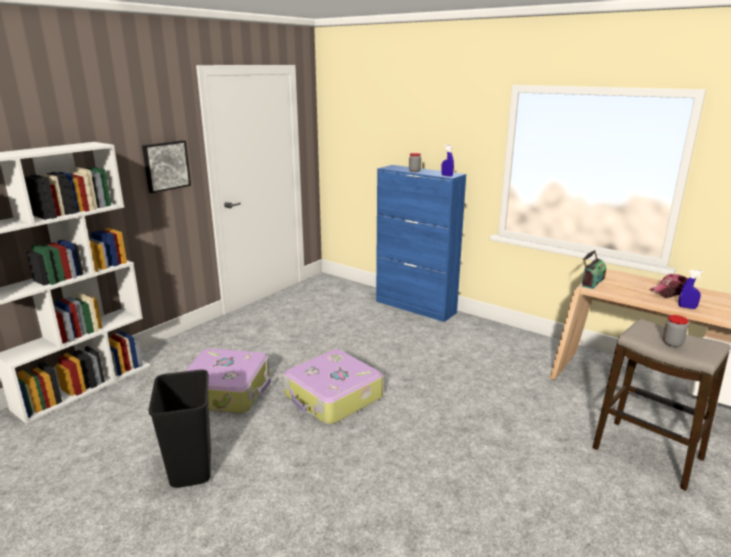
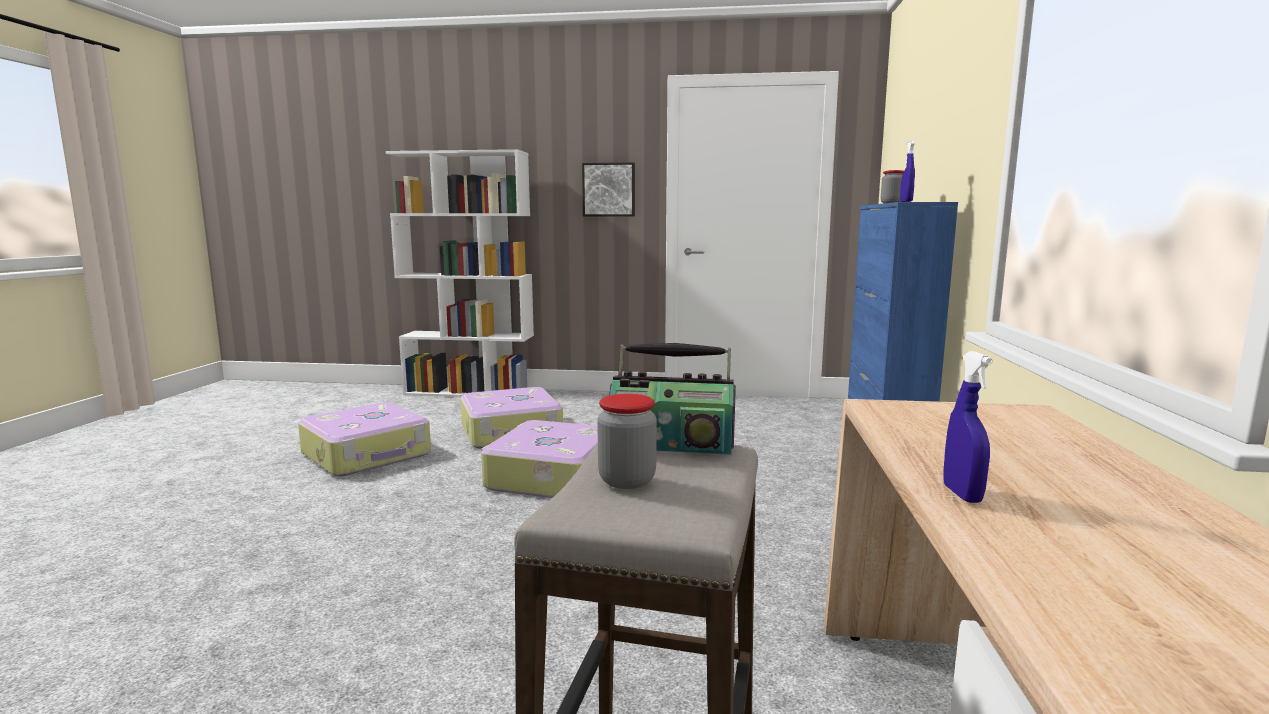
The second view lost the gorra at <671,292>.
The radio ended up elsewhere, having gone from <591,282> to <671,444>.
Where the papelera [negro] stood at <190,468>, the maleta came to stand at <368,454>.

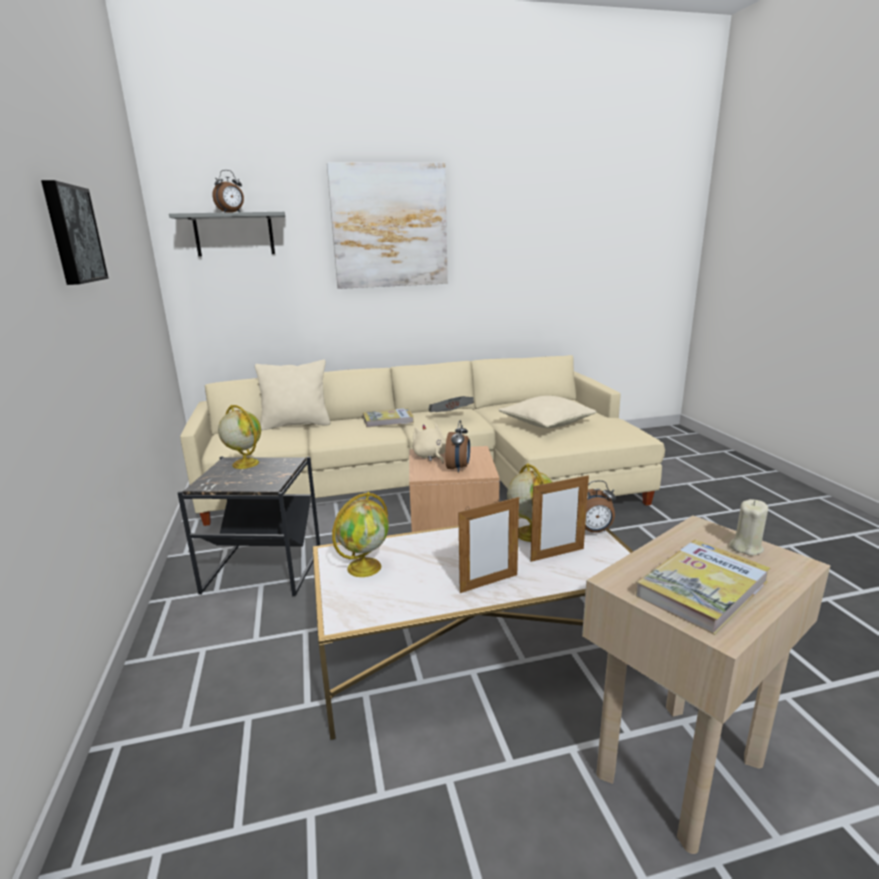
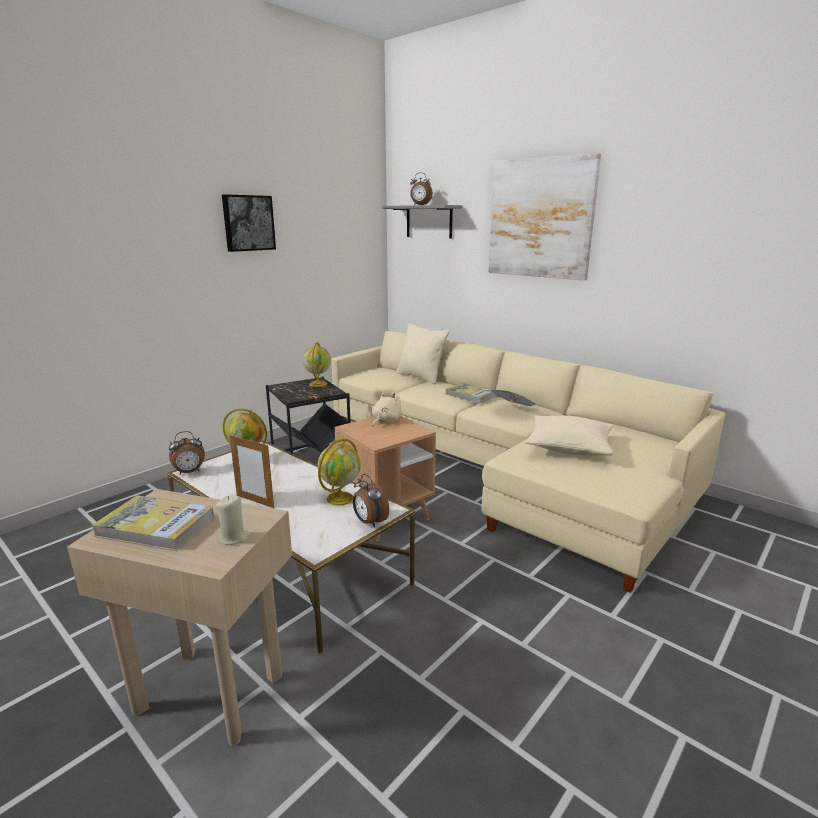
The second view lost the portarretratos at <557,554>.
The despertador ended up elsewhere, having gone from <458,468> to <189,472>.

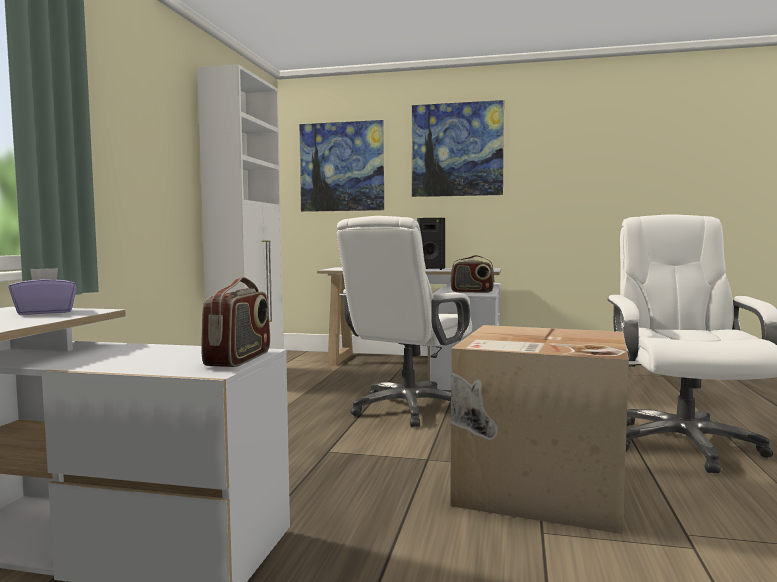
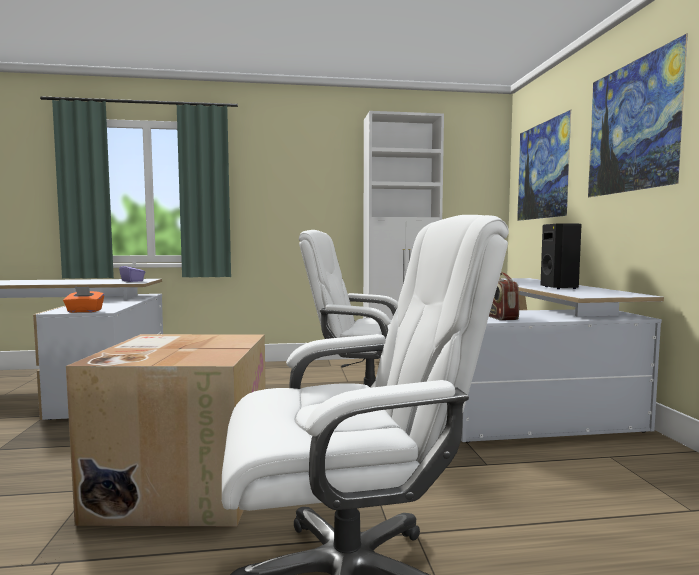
Where the radio stood at <239,359>, the caja de pañuelos [naranja] came to stand at <84,311>.

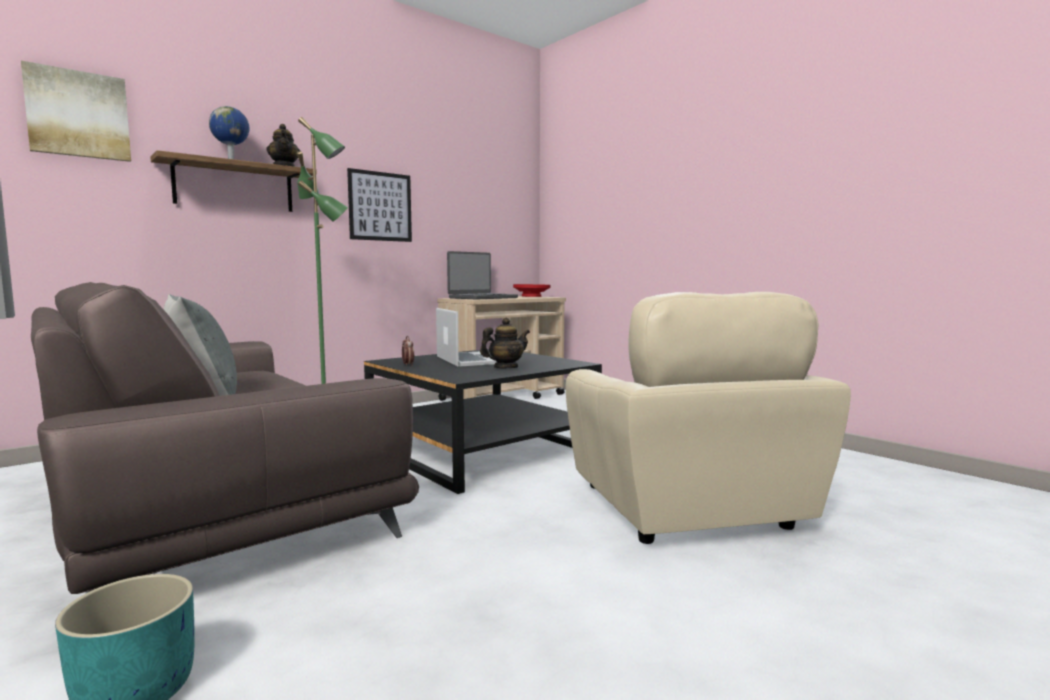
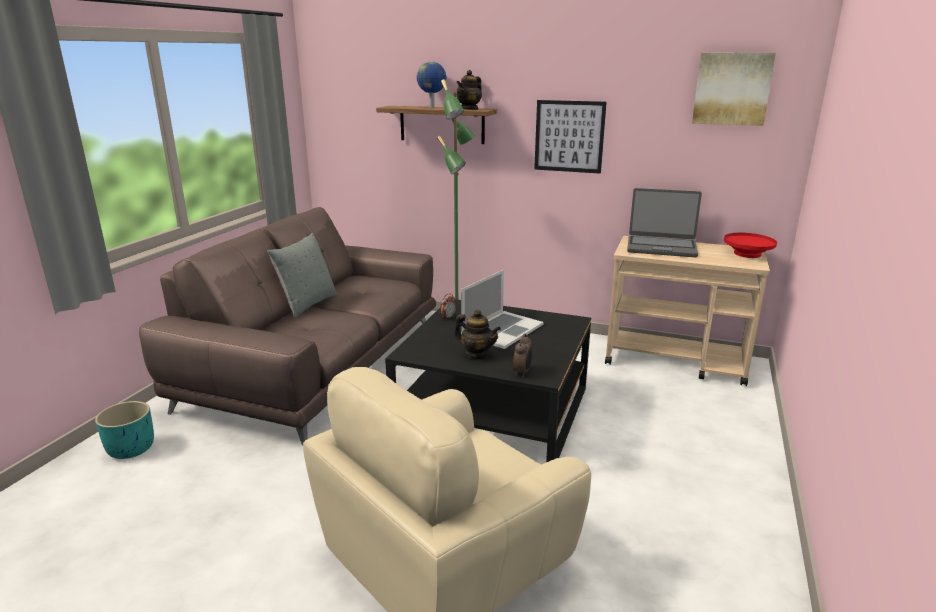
The second view gained the despertador at <522,372>.
The cuadro ended up elsewhere, having gone from <78,114> to <732,89>.

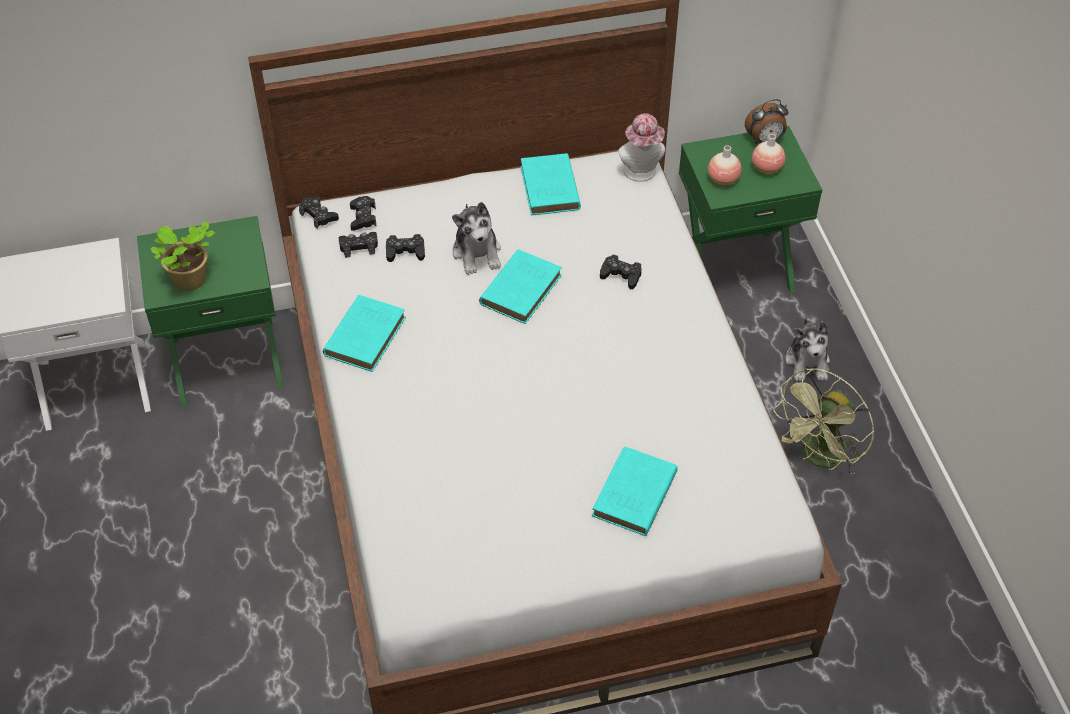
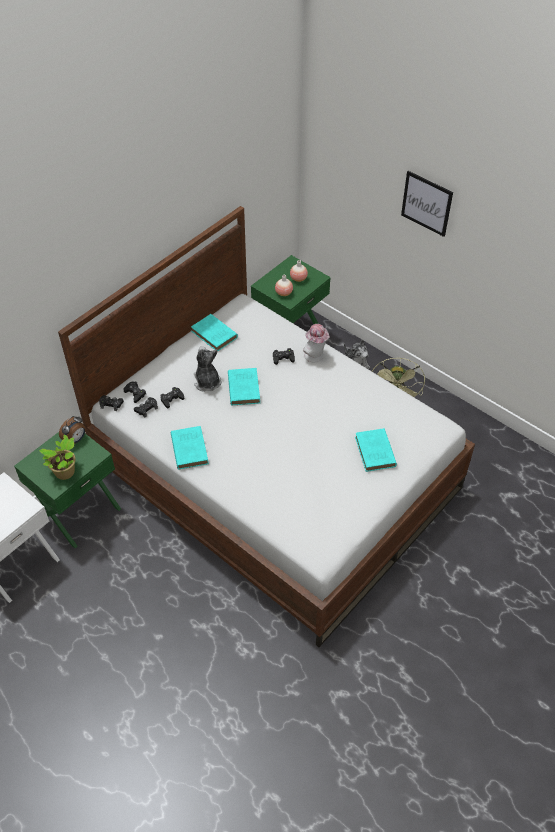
The second view gained the cuadro at <426,203>.
The sombrero ended up elsewhere, having gone from <641,173> to <315,356>.
The despertador ended up elsewhere, having gone from <765,140> to <75,439>.
The peluche at <477,252> ended up facing another way, 150 degrees counterclockwise from before.

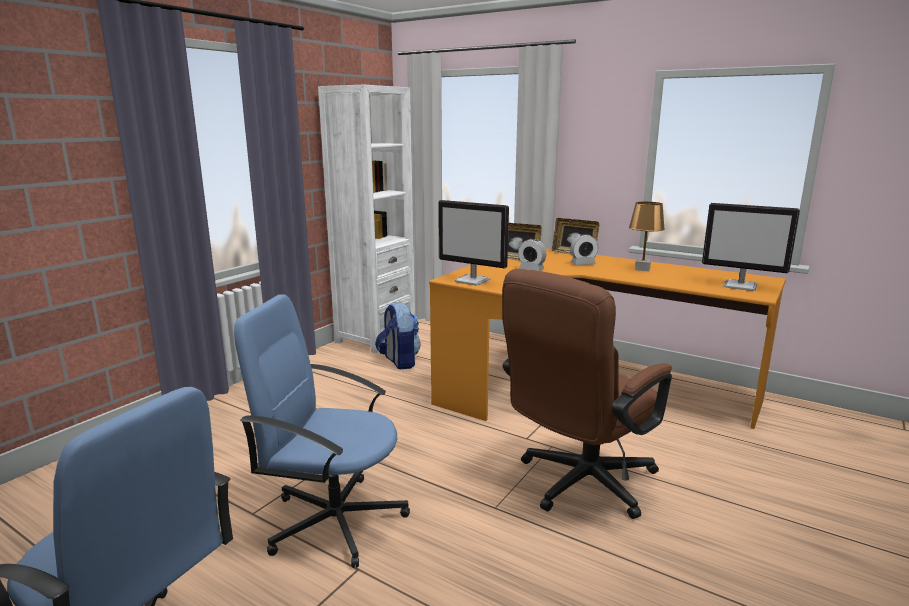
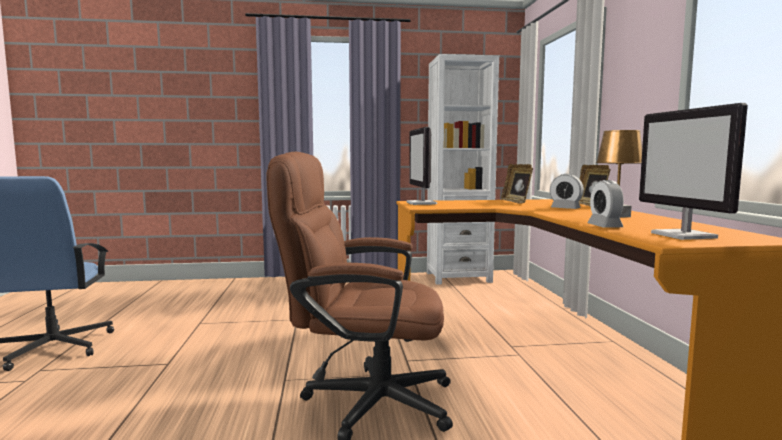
The second view lost the silla de oficina [azul] at <334,520>.
The second view lost the mochila at <399,361>.
The despertador ended up elsewhere, having gone from <531,269> to <604,226>.

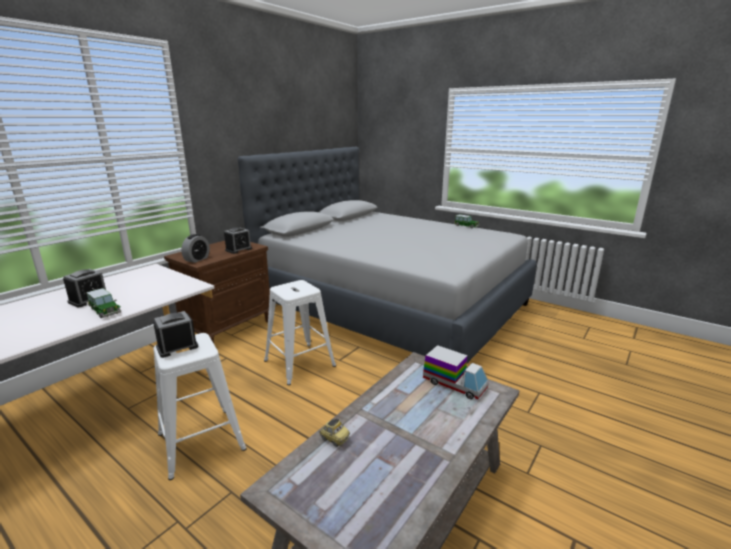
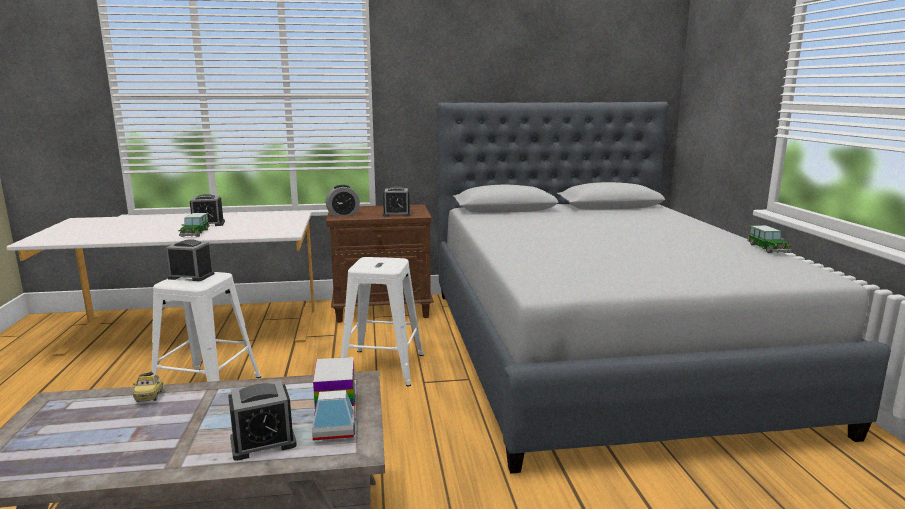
The second view gained the despertador at <263,442>.

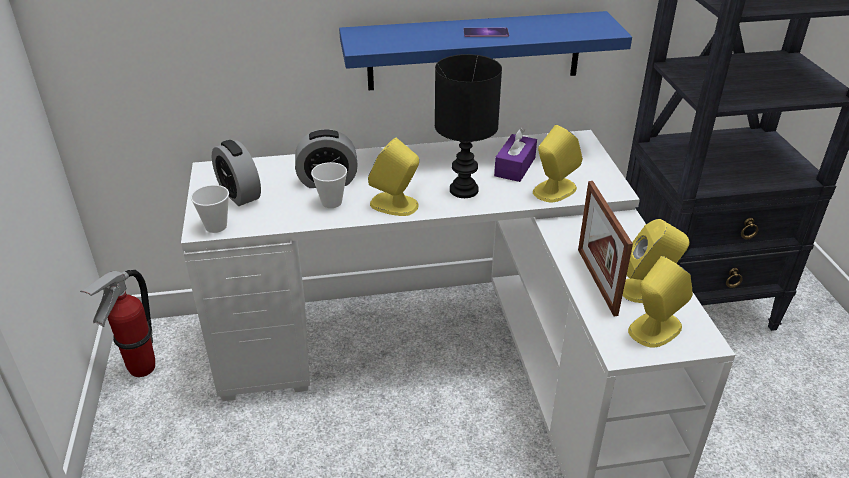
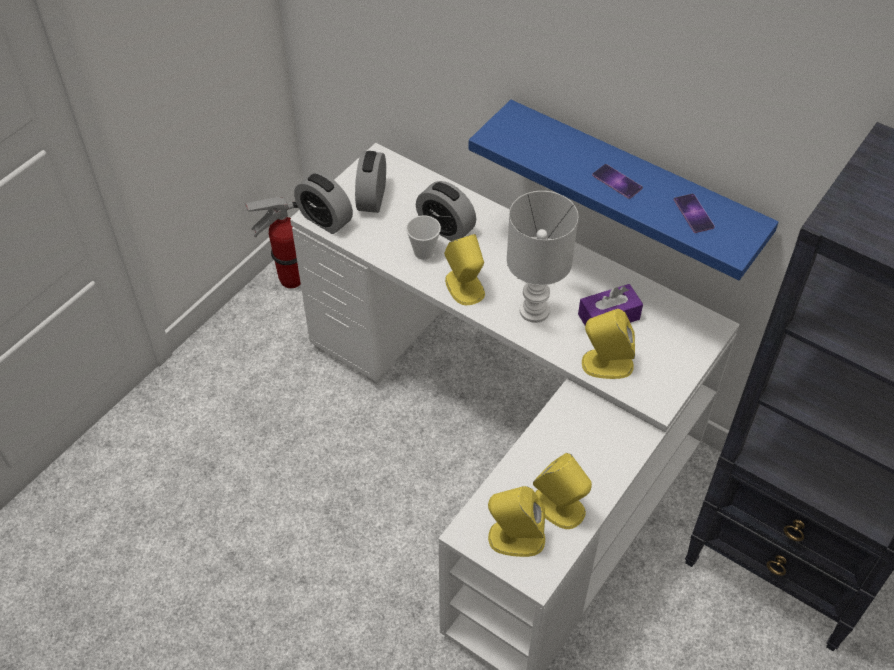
The second view lost the portarretratos at <597,281>.
The second view gained the móvil at <693,213>.
Where the taza stood at <216,226>, the despertador came to stand at <325,220>.
What was the lámpara de mesa [negro] at <465,191> turned into the lámpara de mesa [blanco] at <534,312>.

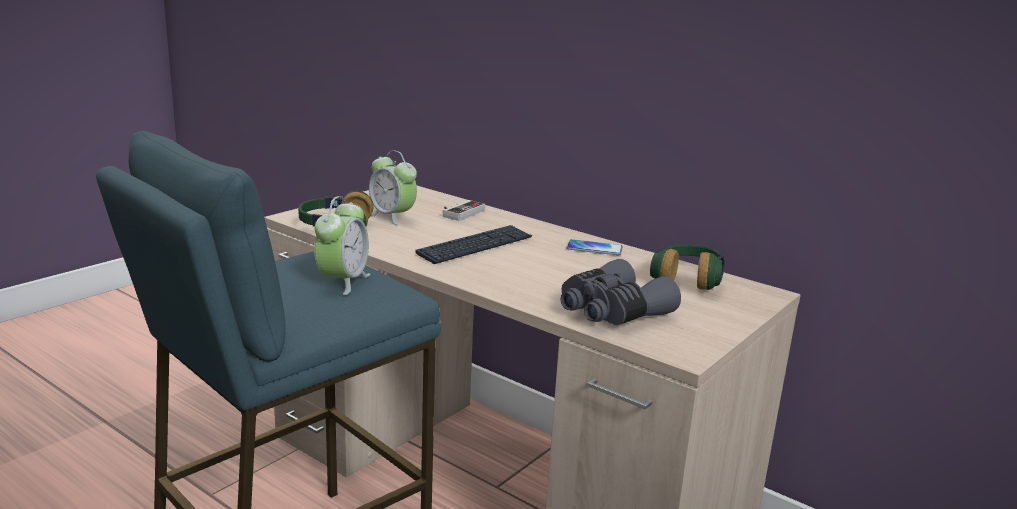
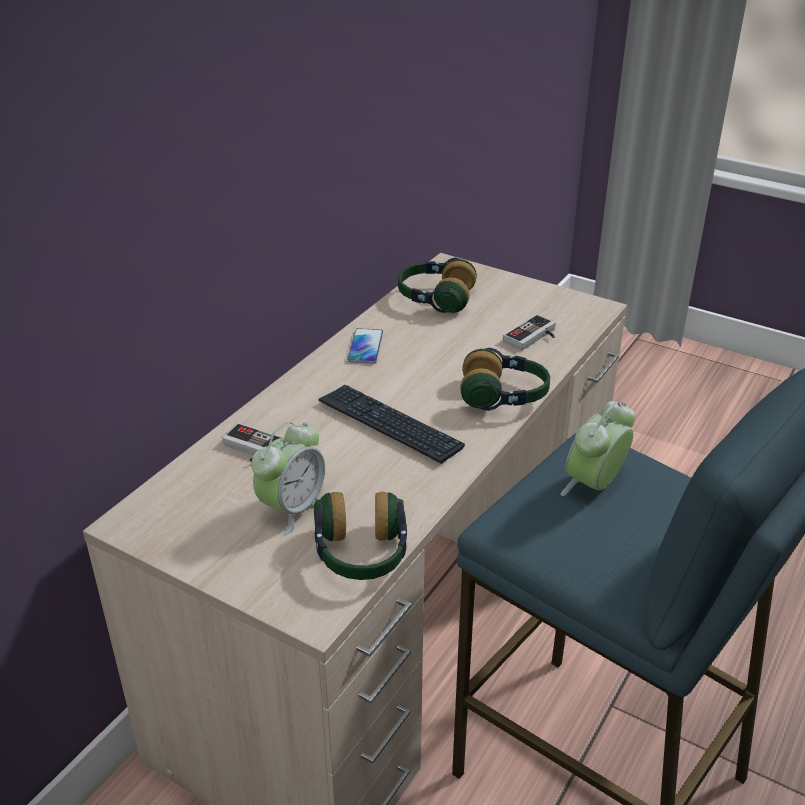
The second view gained the auriculares at <504,397>.
Where the prismáticos [gris] stood at <611,312>, the mando de consola came to stand at <533,337>.
The despertador at <343,282> ended up facing another way, 60 degrees counterclockwise from before.

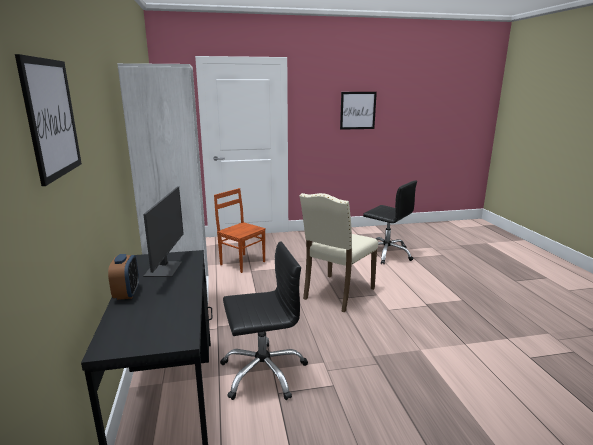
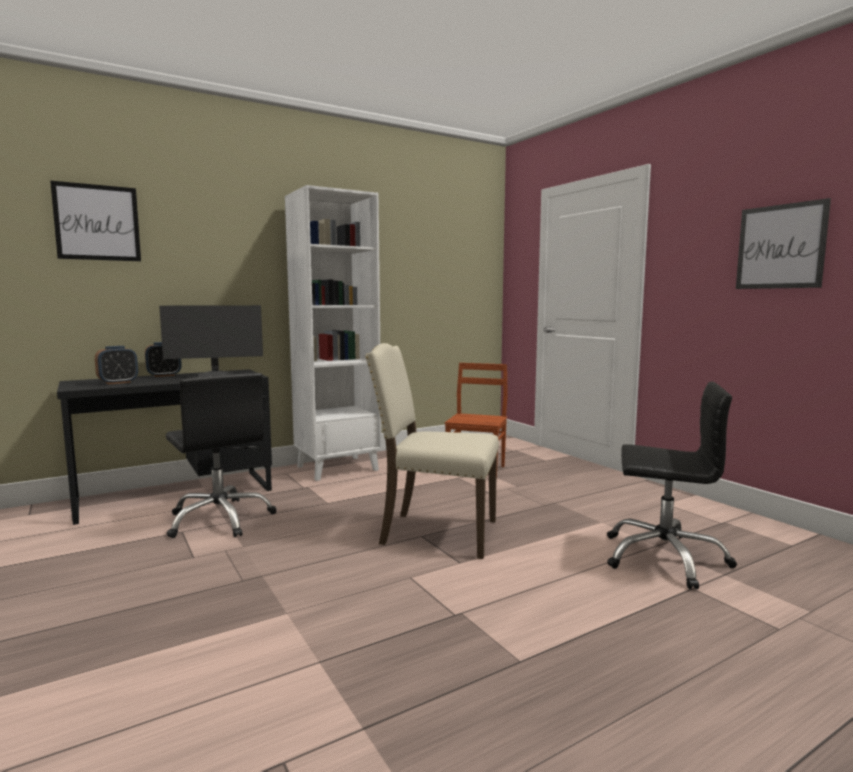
The second view gained the despertador at <118,382>.
The silla de oficina [negro] at <386,254> ended up facing another way, 90 degrees counterclockwise from before.

